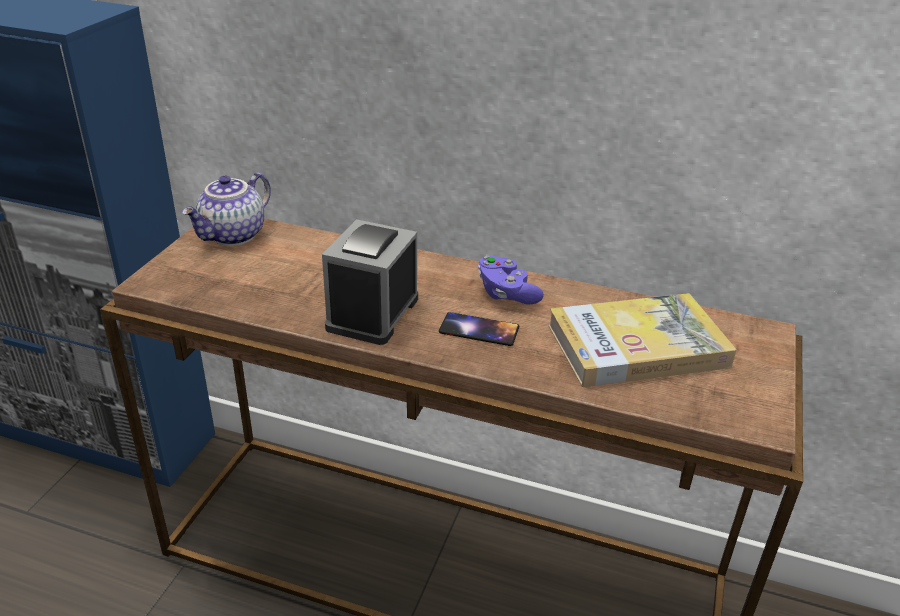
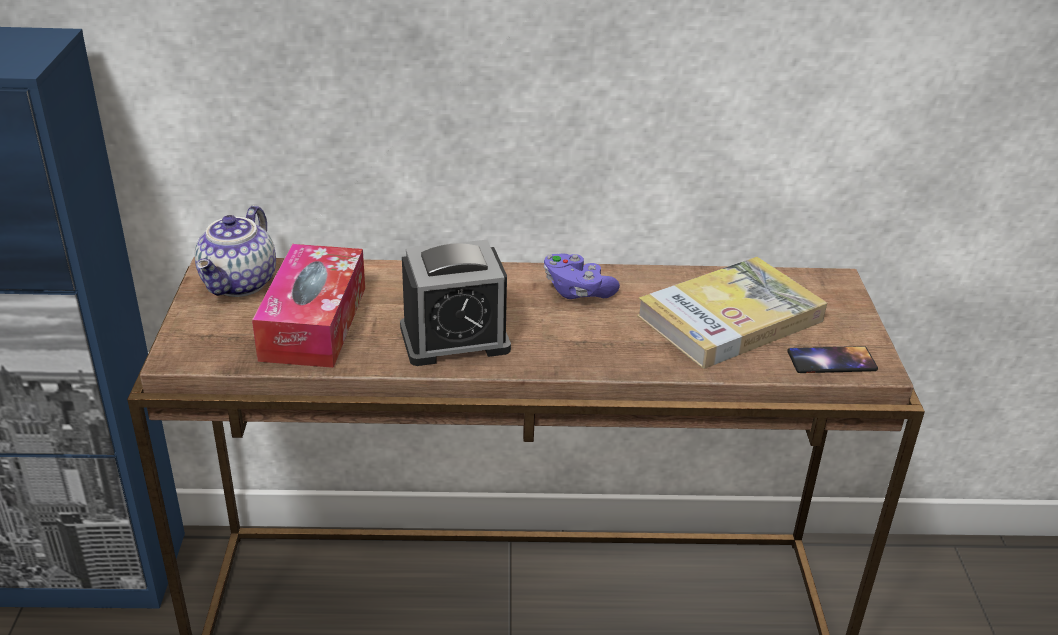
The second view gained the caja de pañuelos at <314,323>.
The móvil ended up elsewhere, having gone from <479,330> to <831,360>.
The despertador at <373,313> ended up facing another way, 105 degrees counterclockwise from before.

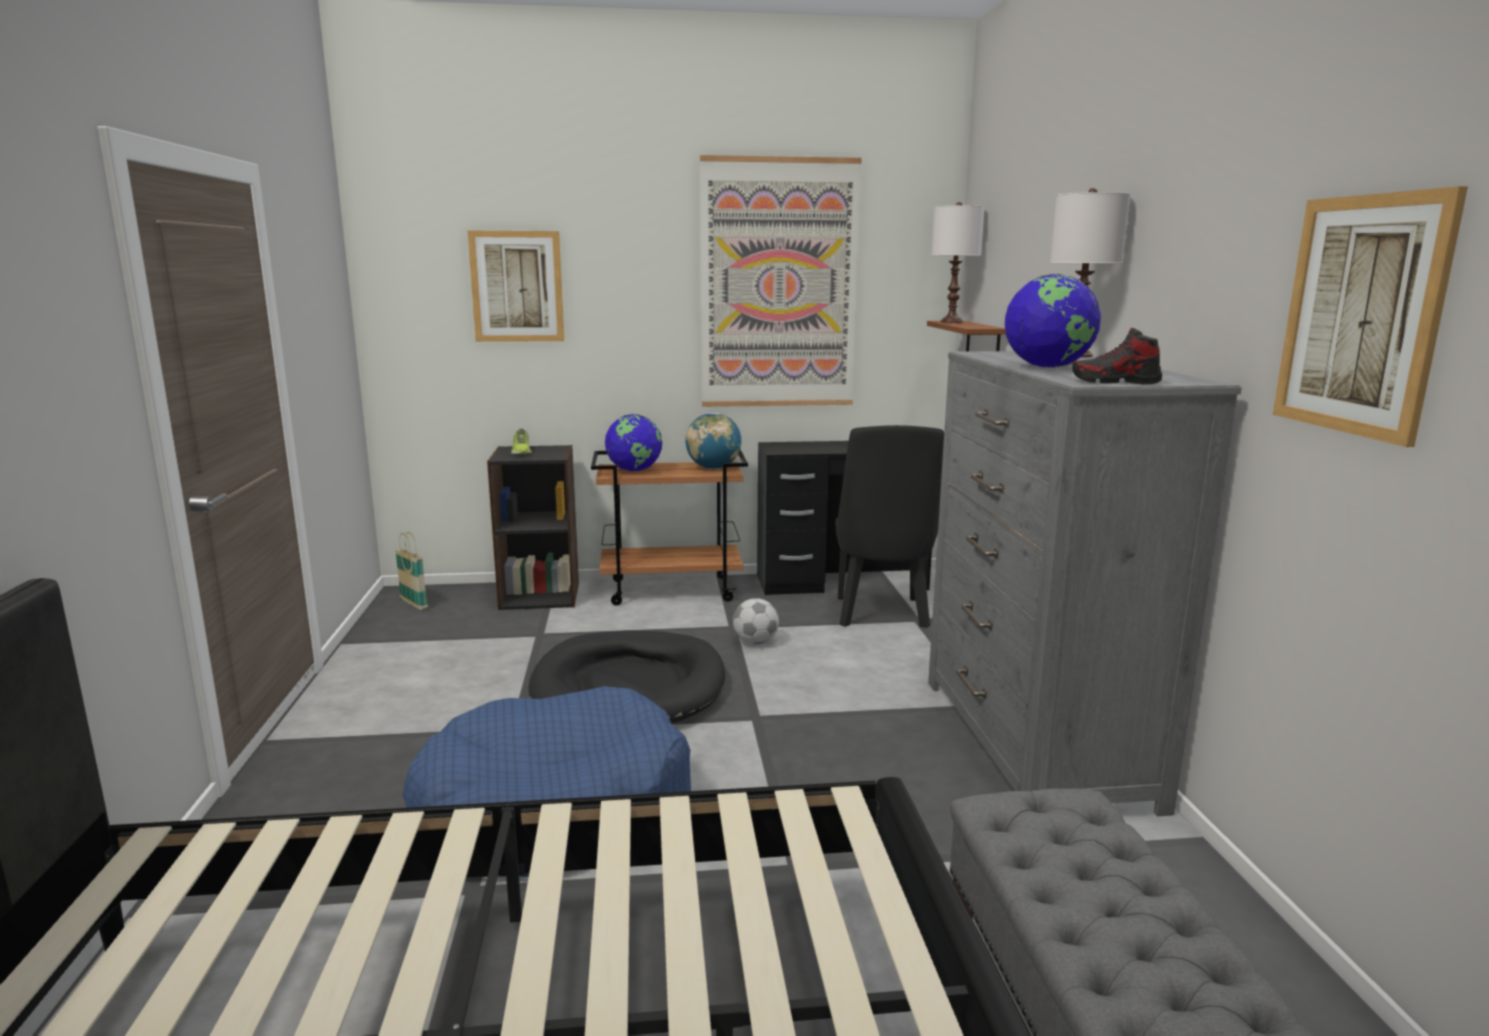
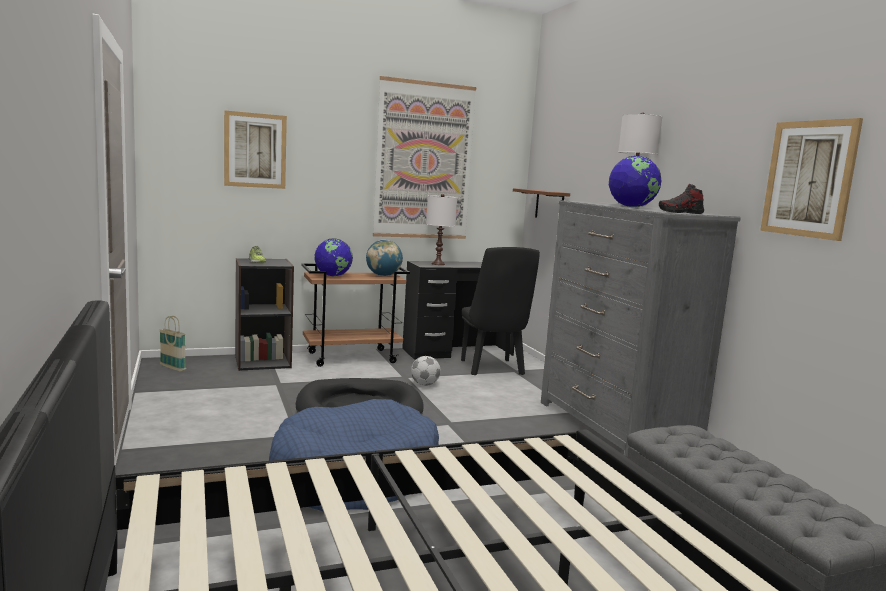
The lámpara de mesa [blanco] ended up elsewhere, having gone from <951,322> to <438,264>.

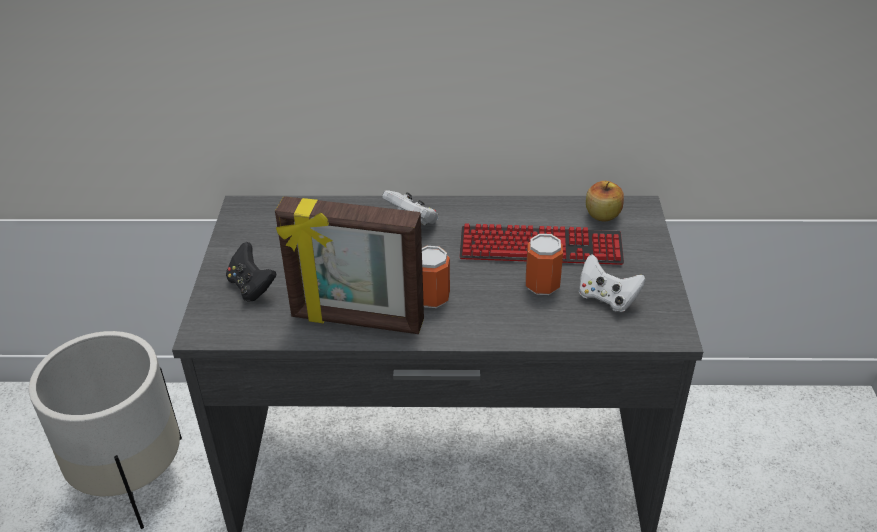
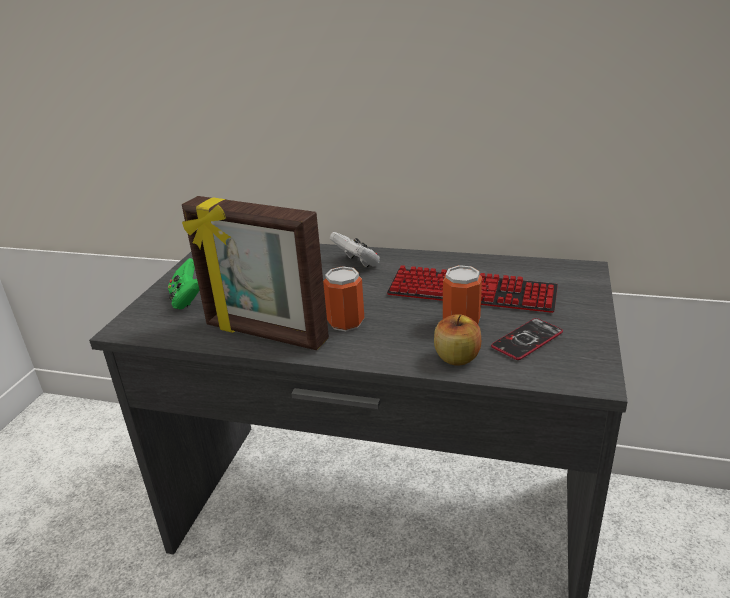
The second view lost the maceta [blanco] at <131,478>.
The manzana ended up elsewhere, having gone from <602,215> to <457,358>.
Where the mando de consola [blanco] stood at <607,298>, the móvil came to stand at <527,340>.
What was the mando de consola [negro] at <251,287> turned into the mando de consola [verde] at <187,299>.

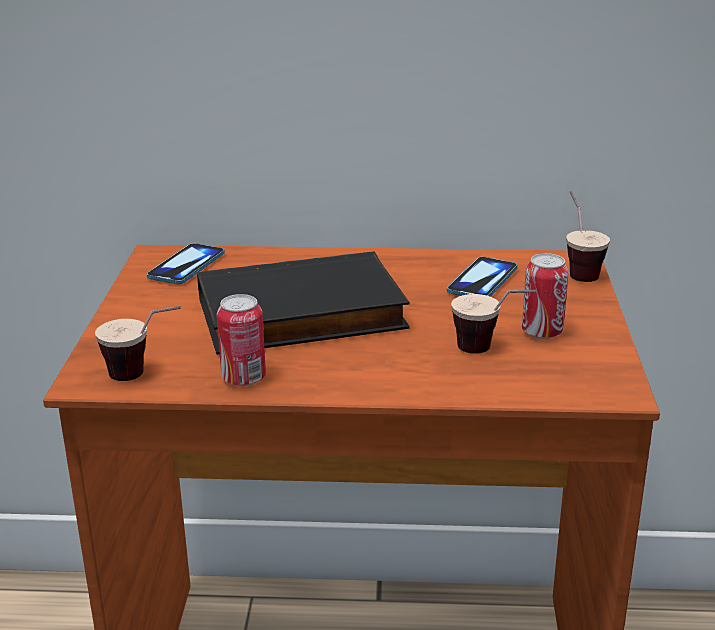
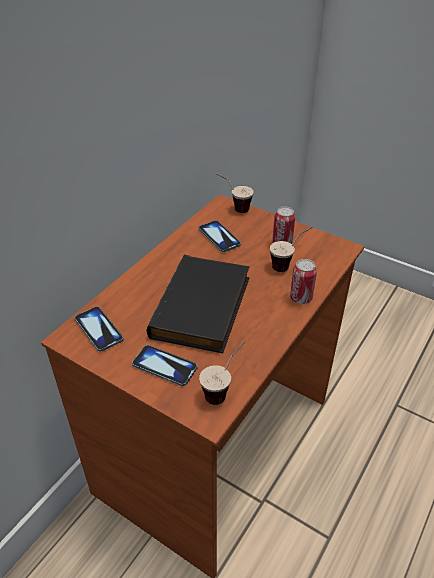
The second view gained the móvil at <164,366>.
The lata ended up elsewhere, having gone from <243,378> to <301,298>.

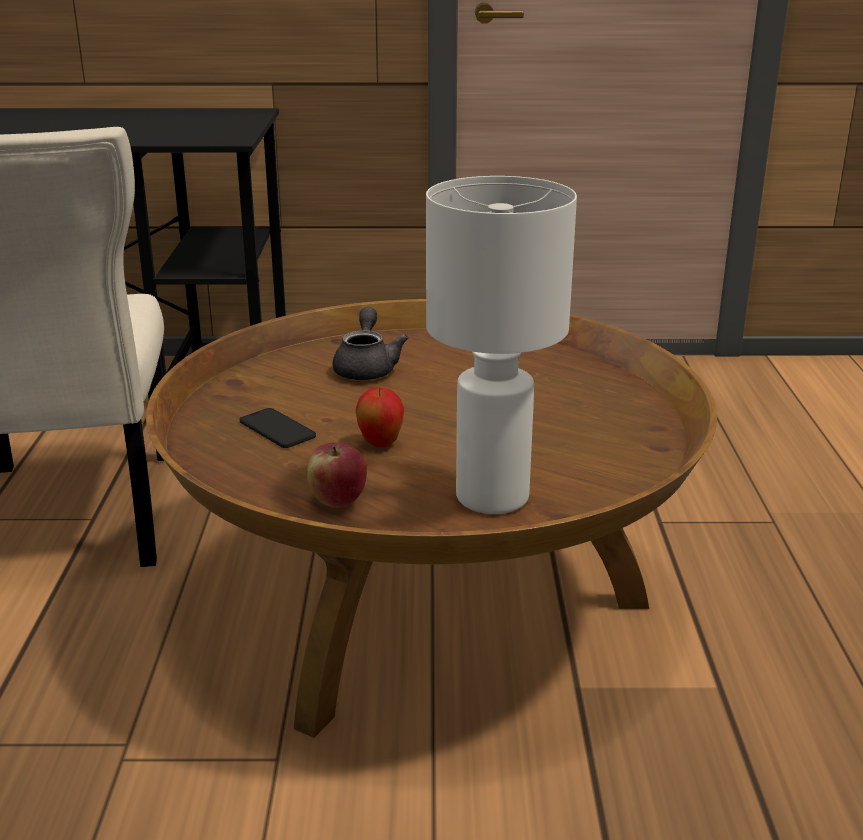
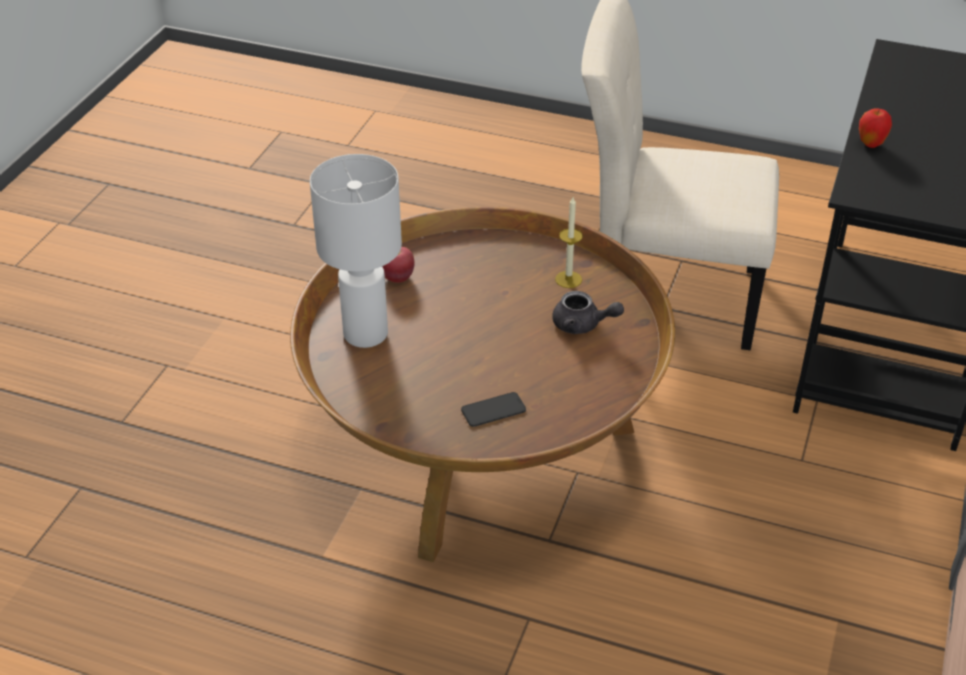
The second view gained the vela at <568,279>.
The móvil ended up elsewhere, having gone from <277,429> to <493,410>.
The manzana ended up elsewhere, having gone from <380,444> to <871,144>.

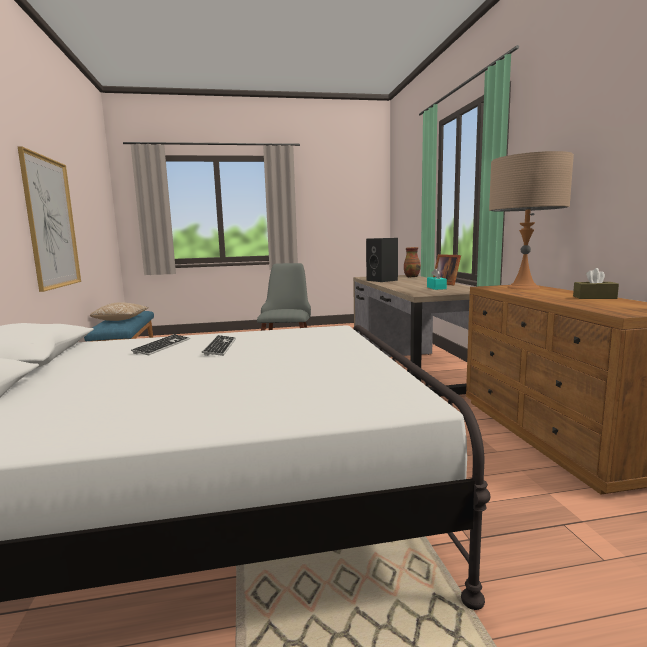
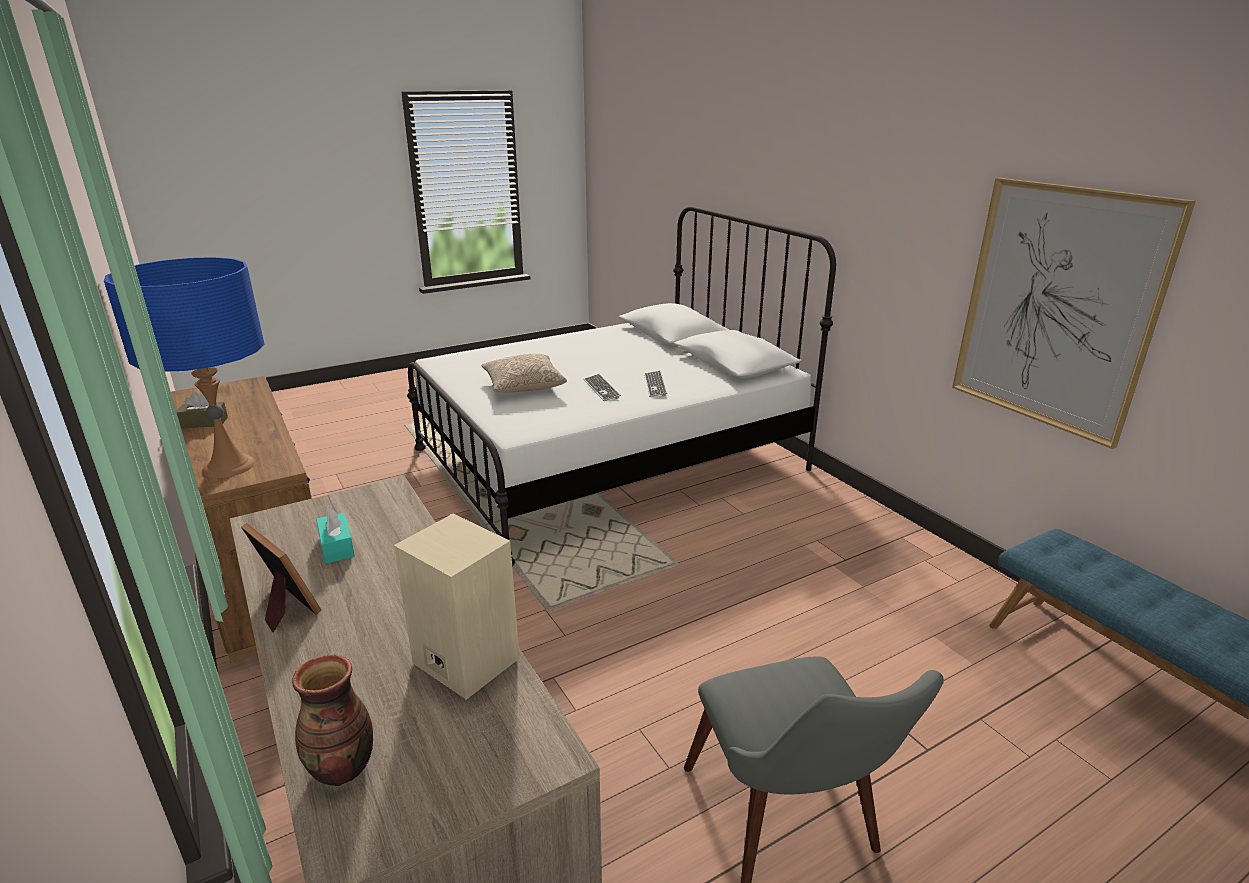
The cojín ended up elsewhere, having gone from <121,319> to <523,387>.
What was the altavoz [negro] at <383,280> turned into the altavoz [beis] at <463,661>.
What was the lámpara de mesa [beis] at <523,287> turned into the lámpara de mesa [azul] at <229,466>.

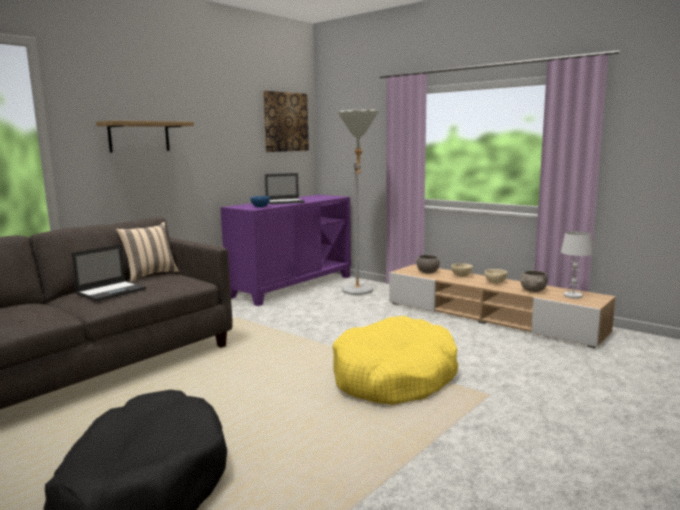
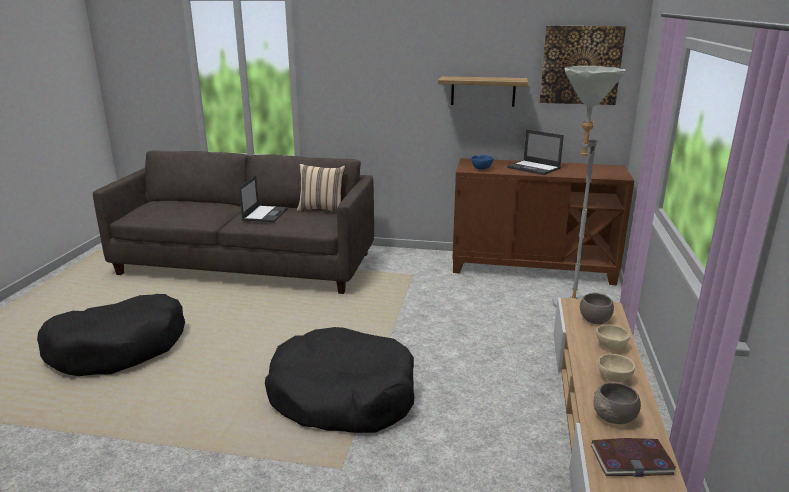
The estante ended up elsewhere, having gone from <139,136> to <483,91>.
Where the lámpara de mesa [blanco] stood at <572,296>, the libro came to stand at <631,460>.
What was the armario [morado] at <292,286> turned into the armario [marrón] at <532,267>.
What was the cama para perro [amarillo] at <394,377> turned into the cama para perro [negro] at <342,396>.
The portátil at <112,291> ended up facing another way, 90 degrees counterclockwise from before.

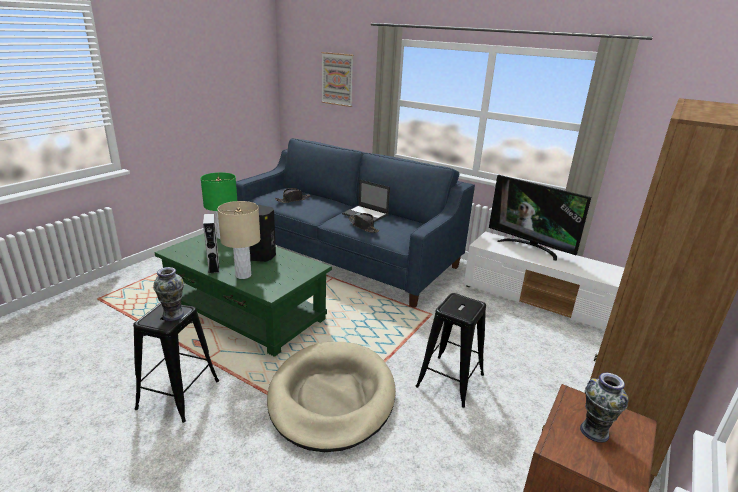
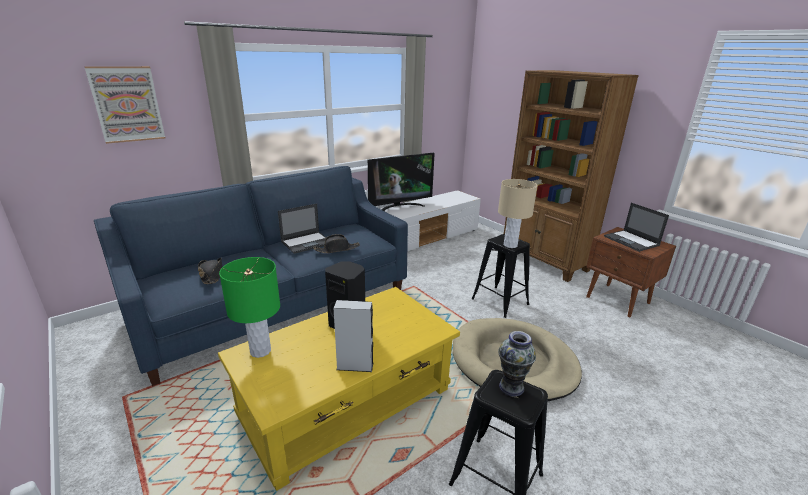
The lámpara de mesa [beis] ended up elsewhere, having gone from <243,275> to <510,245>.
Where the florero stood at <594,432>, the portátil came to stand at <632,241>.
What was the mesa de centro [verde] at <246,312> turned into the mesa de centro [amarillo] at <348,402>.

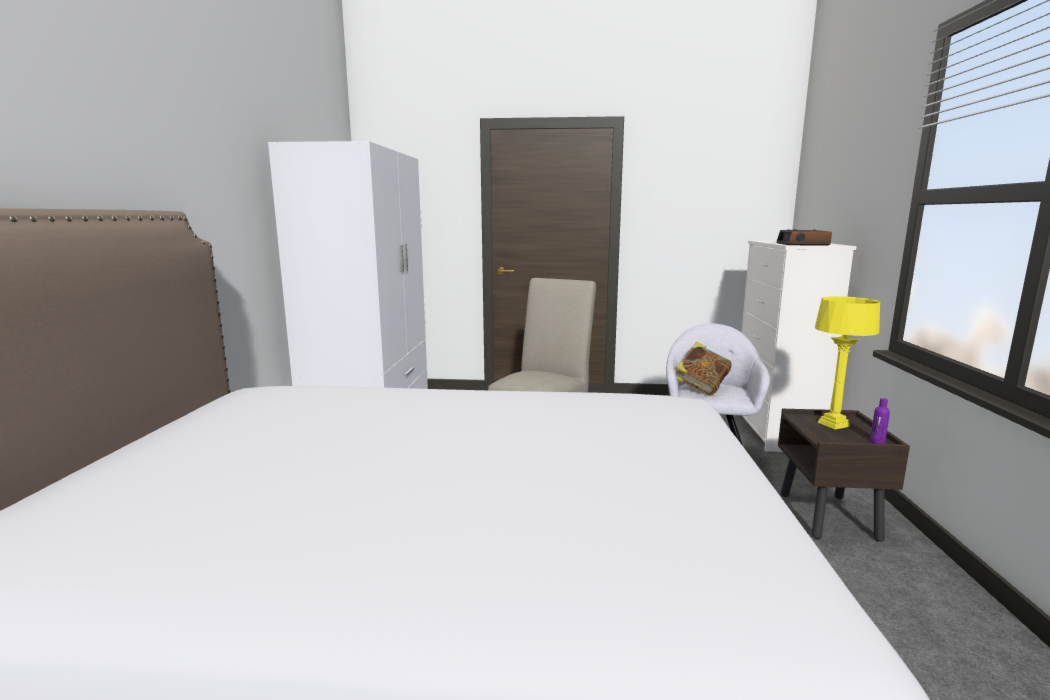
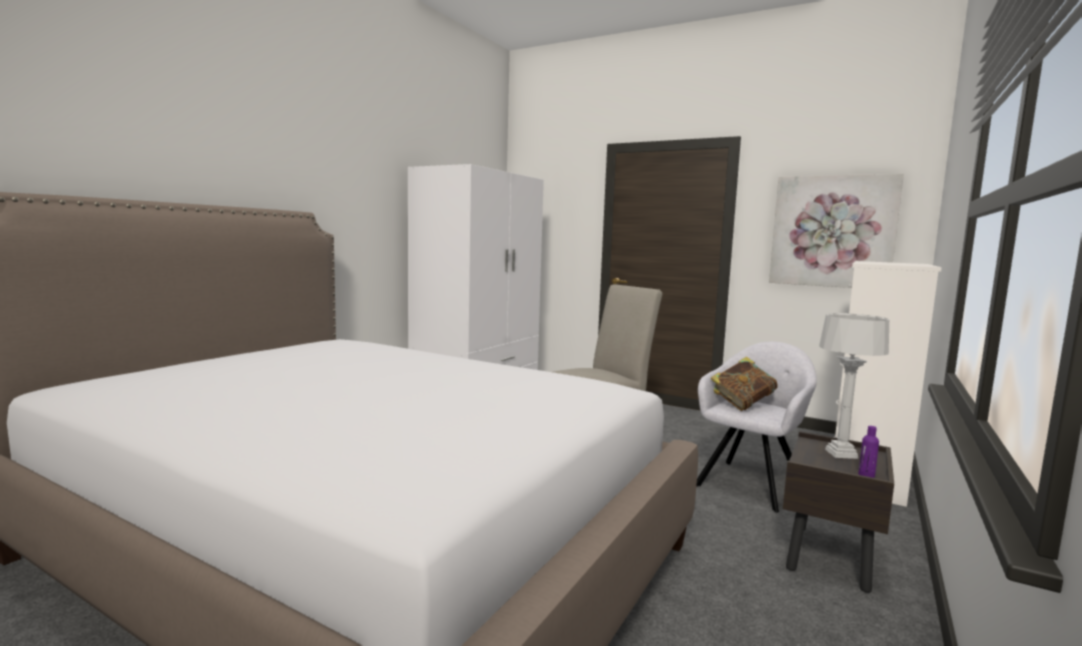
The second view lost the despertador at <803,244>.
The second view gained the cuadro at <832,231>.
What was the lámpara de mesa [amarillo] at <833,424> turned into the lámpara de mesa [gris] at <841,453>.

